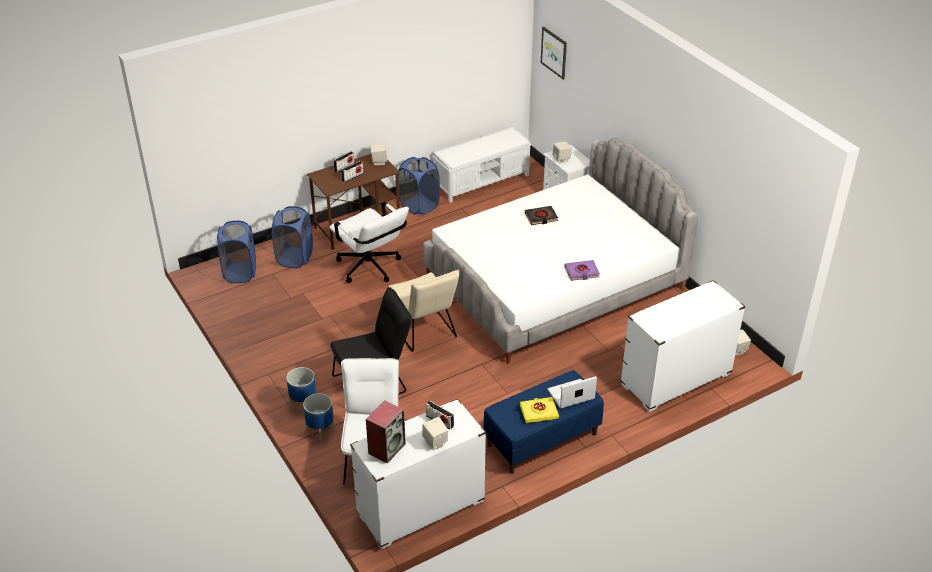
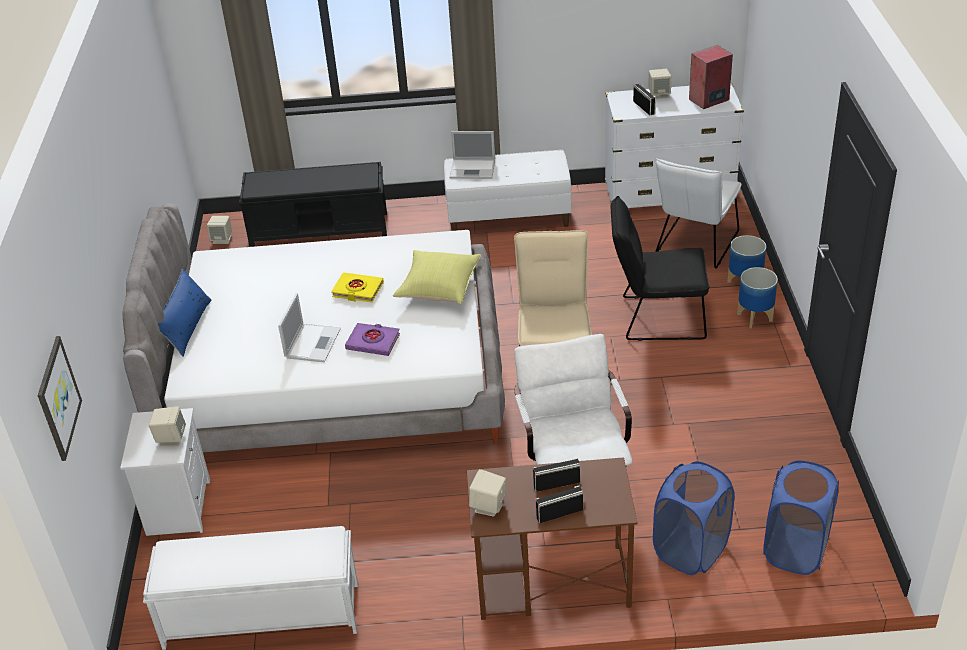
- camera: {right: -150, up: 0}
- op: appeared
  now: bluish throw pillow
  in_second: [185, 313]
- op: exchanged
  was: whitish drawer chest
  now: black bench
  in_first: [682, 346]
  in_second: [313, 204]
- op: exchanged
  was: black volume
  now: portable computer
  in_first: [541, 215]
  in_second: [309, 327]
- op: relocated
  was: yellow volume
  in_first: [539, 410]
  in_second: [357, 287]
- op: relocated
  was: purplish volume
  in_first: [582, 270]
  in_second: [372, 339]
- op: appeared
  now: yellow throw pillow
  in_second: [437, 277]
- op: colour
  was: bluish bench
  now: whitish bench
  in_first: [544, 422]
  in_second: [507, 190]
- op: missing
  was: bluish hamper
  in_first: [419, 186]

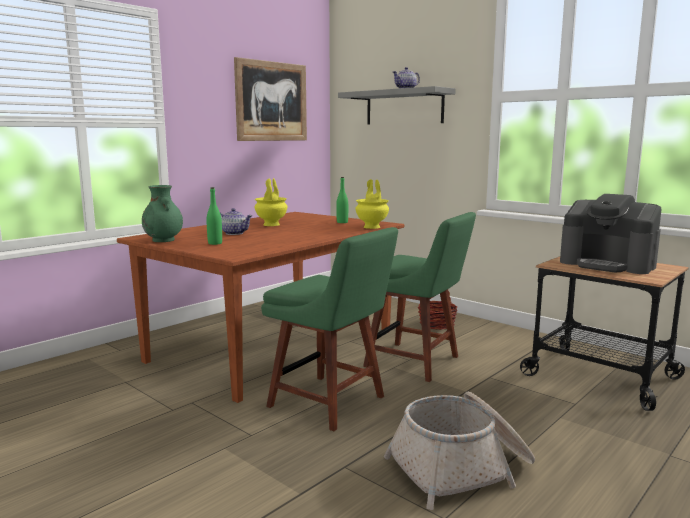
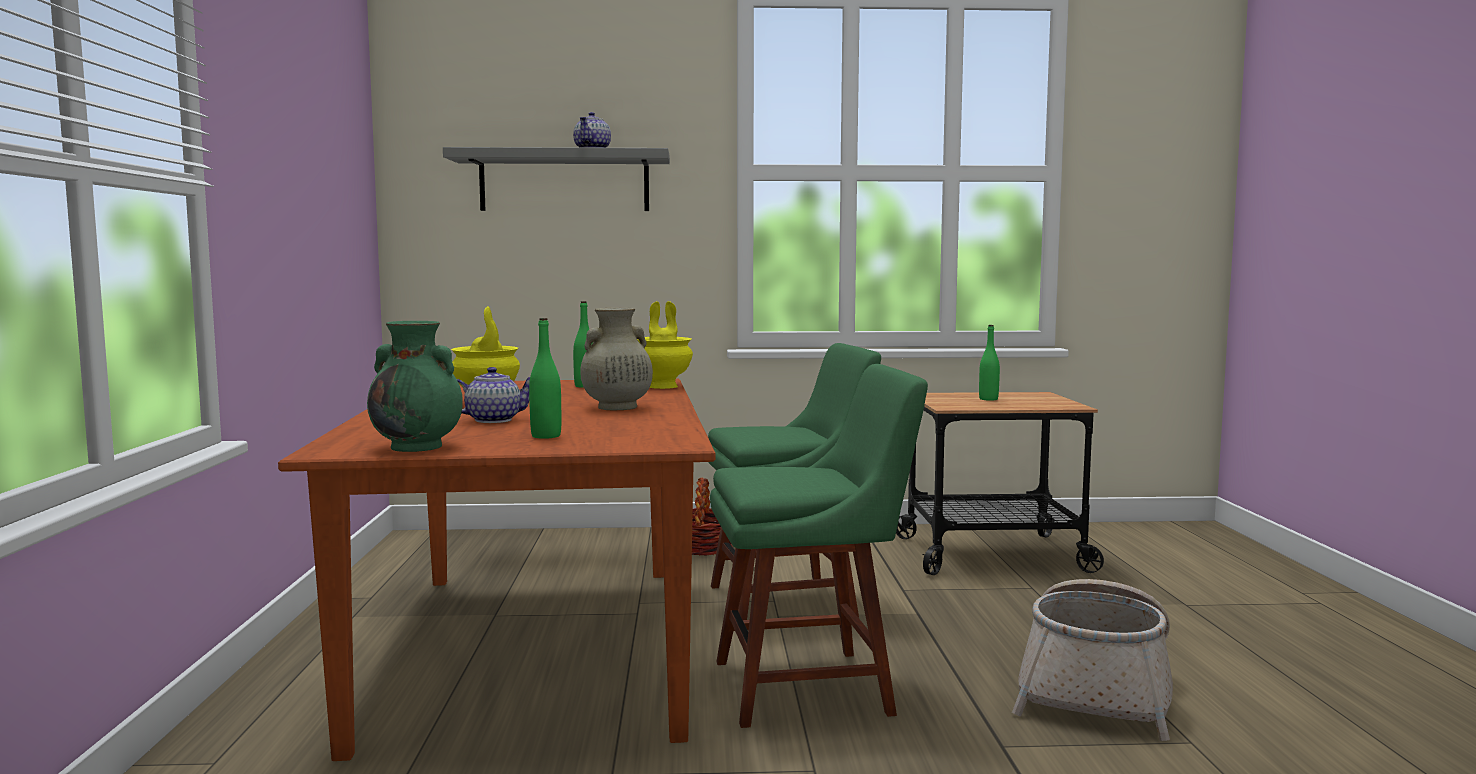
- camera: {right: -45, up: -5}
- op: appeared
  now: beige-coloured decorative vase
  in_second: [616, 359]
- op: exchanged
  was: coffee maker
  now: green bottle
  in_first: [611, 234]
  in_second: [989, 363]
- op: missing
  was: picture
  in_first: [270, 99]

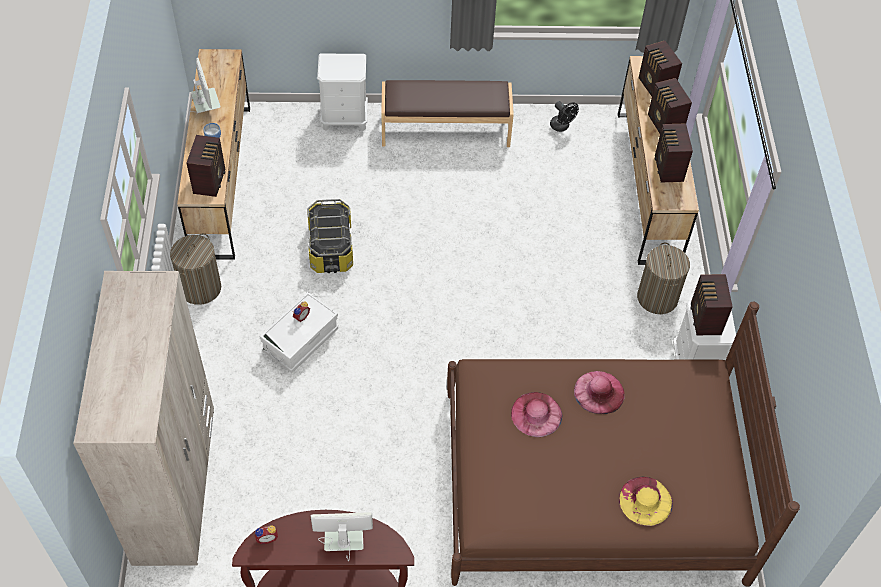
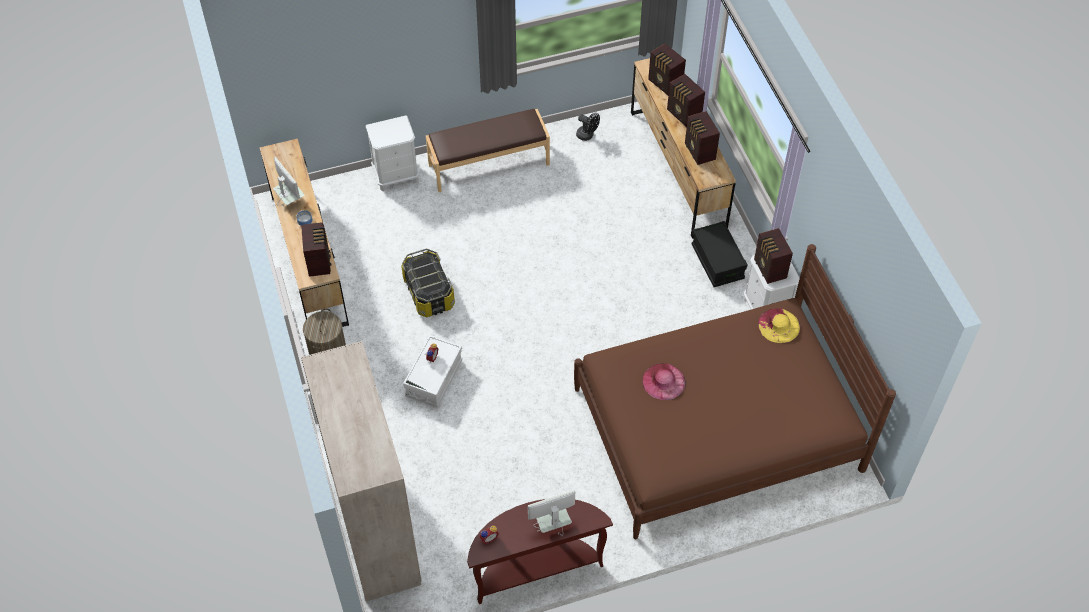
- camera: {right: -15, up: 0}
- op: exchanged
  was: hamper
  now: black storage container
  in_first: [663, 278]
  in_second: [720, 254]
- op: relocated
  was: yellow clothing hat
  in_first: [646, 501]
  in_second: [779, 325]
- op: missing
  was: pinkish clothing hat
  in_first: [599, 392]

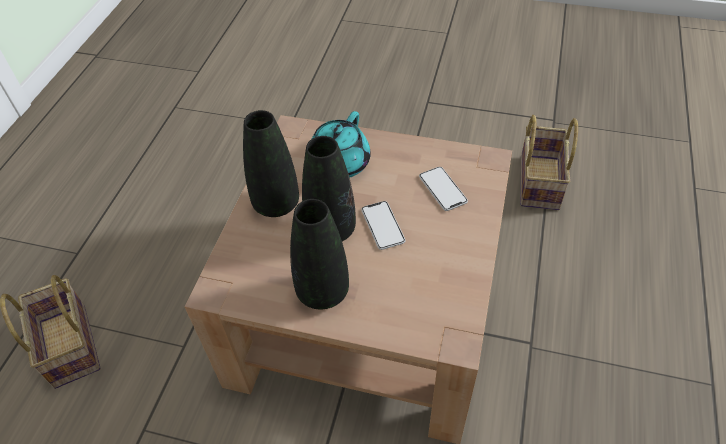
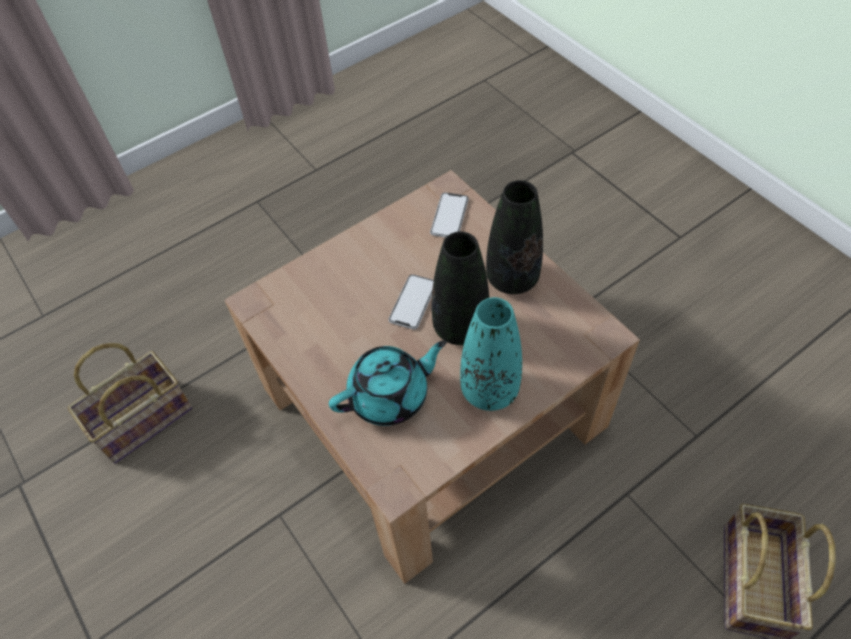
- camera: {right: -140, up: 5}
- op: relocated
  was: telephone
  in_first: [443, 189]
  in_second: [449, 215]
- op: colour
  was: black decorative vase
  now: turquoise decorative vase
  in_first: [271, 163]
  in_second: [491, 354]

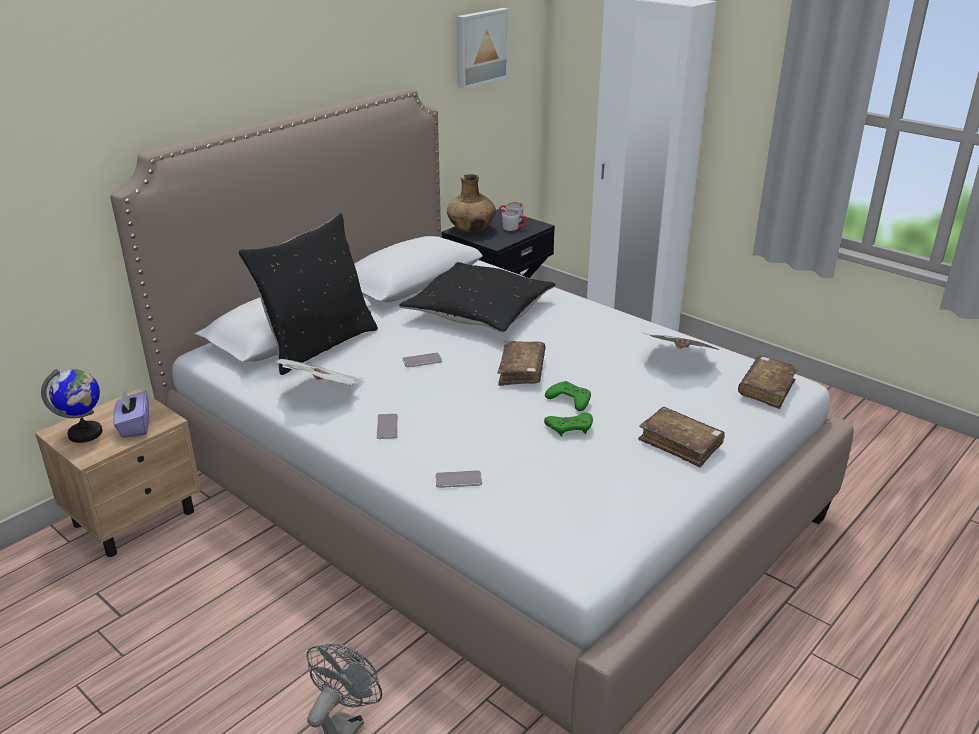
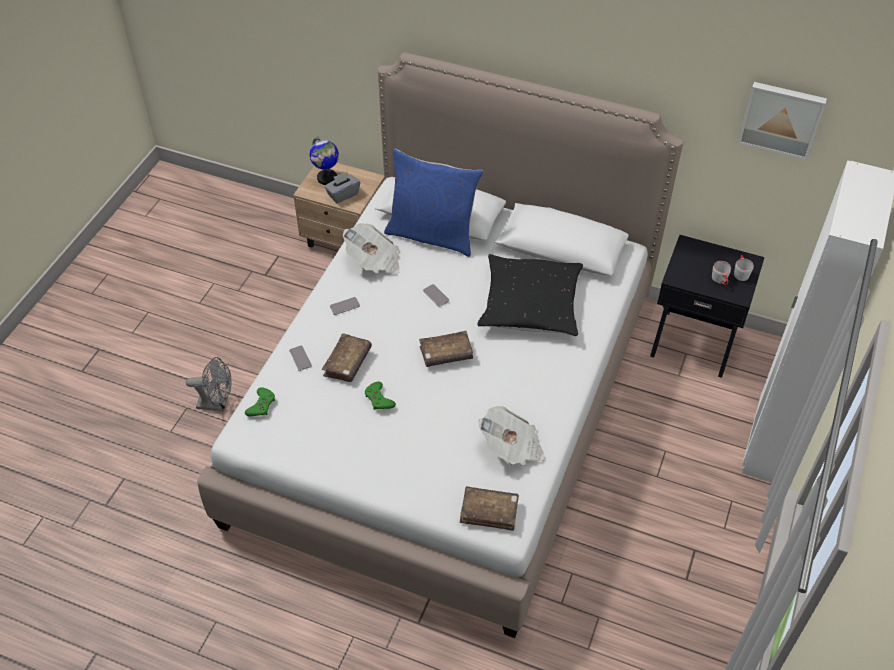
- camera: {right: 70, up: 20}
- op: relocated
  was: green game controller
  in_first: [568, 396]
  in_second: [260, 401]
- op: relocated
  was: brown volume
  in_first: [681, 437]
  in_second: [347, 357]
- op: colour
  was: purplish tissue box
  now: greyish tissue box
  in_first: [131, 414]
  in_second: [342, 187]
- op: colour
  was: black throw pillow
  now: bluish throw pillow
  in_first: [308, 294]
  in_second: [433, 202]
- op: missing
  was: brown decorative vase
  in_first: [471, 203]

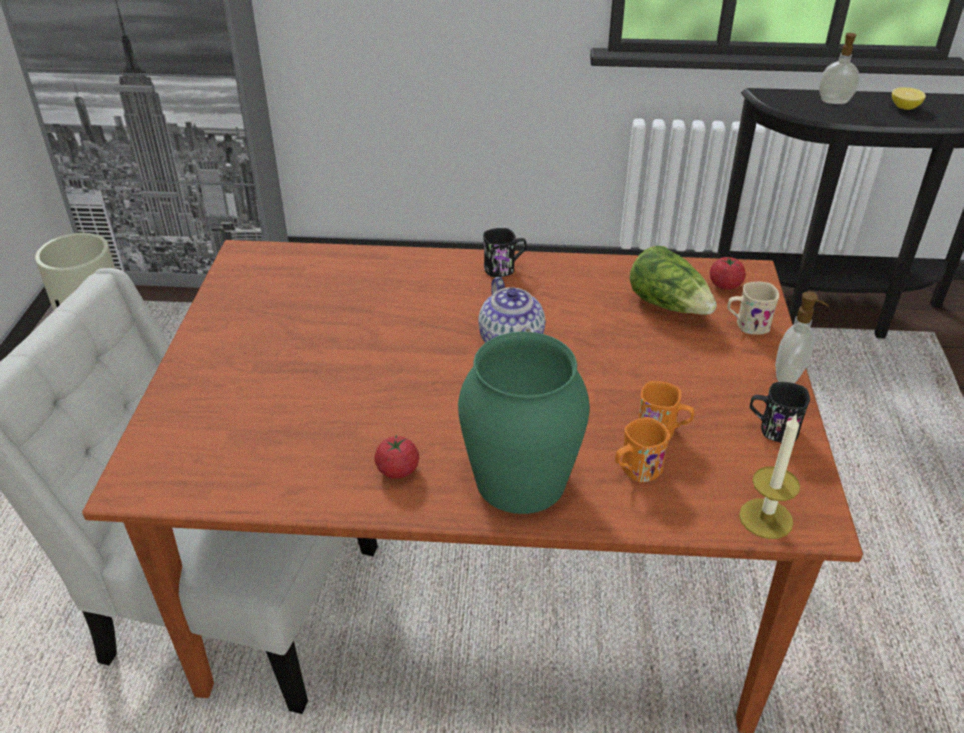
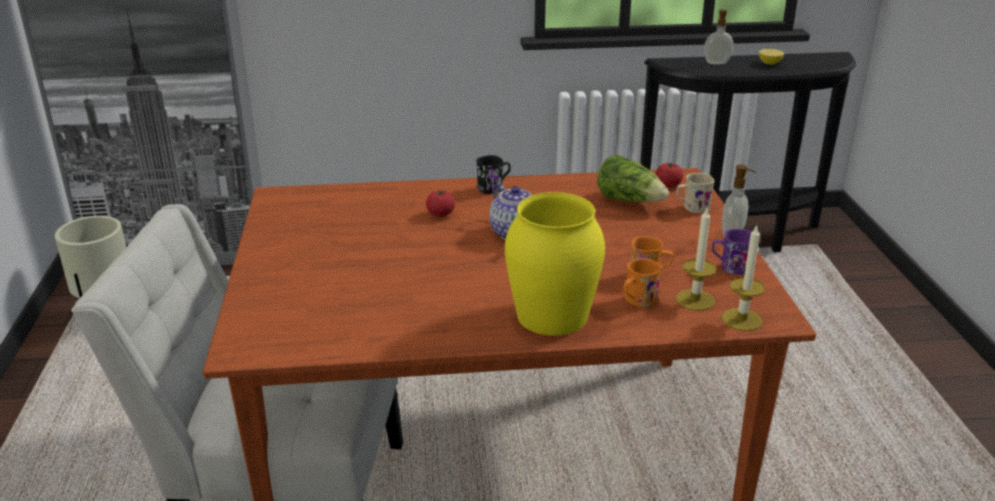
- camera: {right: -10, up: -10}
- op: relocated
  was: whole tomato
  in_first: [397, 456]
  in_second: [440, 203]
- op: colour
  was: green decorative vase
  now: yellow decorative vase
  in_first: [524, 423]
  in_second: [555, 264]
- op: appeared
  now: wax light
  in_second: [696, 260]
- op: colour
  was: black tea mug
  now: purplish tea mug
  in_first: [780, 412]
  in_second: [731, 252]

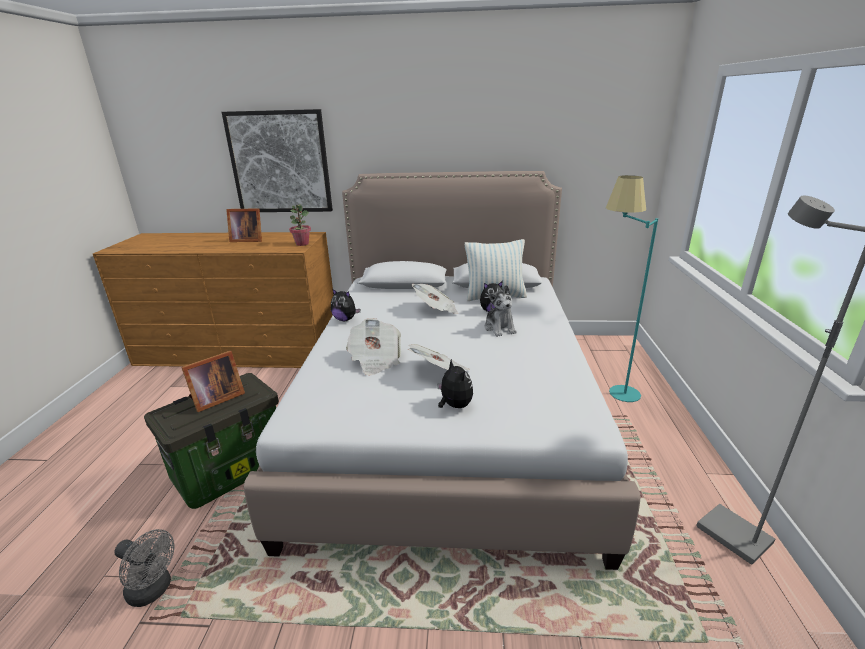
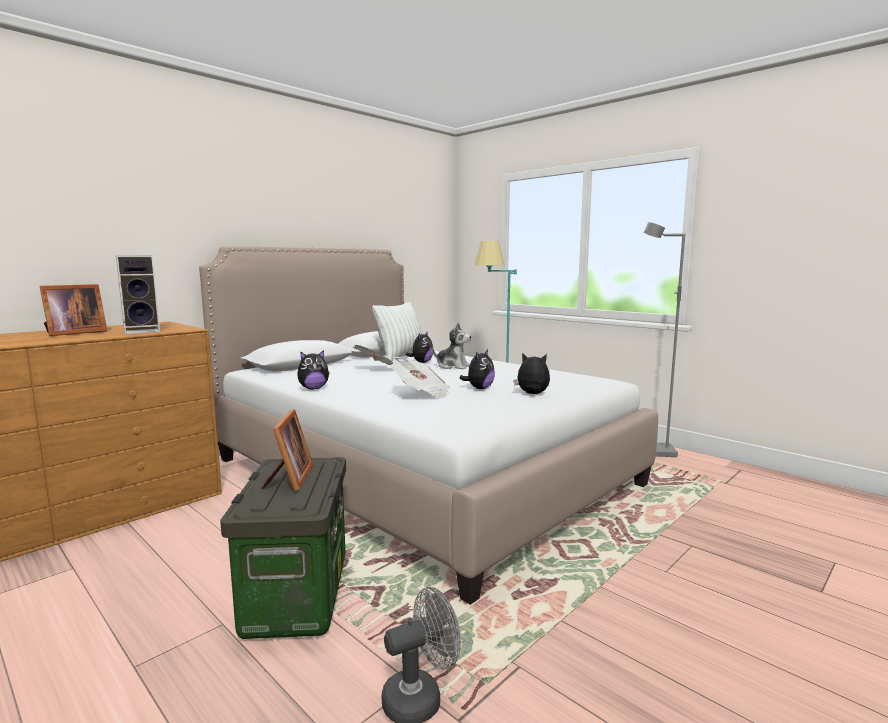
- camera: {right: -50, up: -15}
- op: appeared
  now: loudspeaker
  in_second: [138, 294]
- op: exchanged
  was: newspaper
  now: plush toy
  in_first: [439, 357]
  in_second: [477, 369]
- op: missing
  was: picture
  in_first: [277, 160]
- op: missing
  was: potted plant
  in_first: [300, 225]

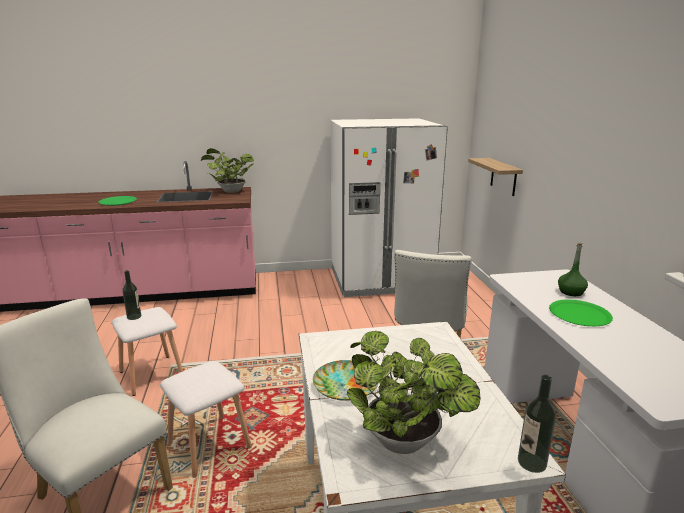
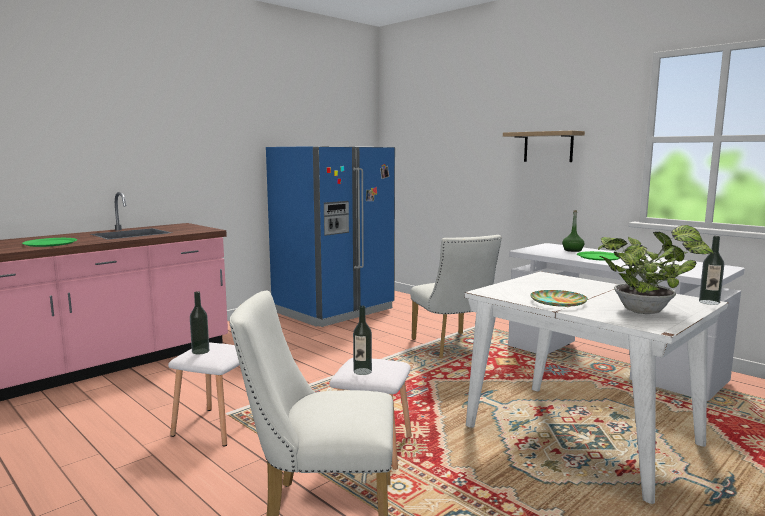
- camera: {right: -35, up: -10}
- op: colour
  was: whitish kitchen fridge
  now: bluish kitchen fridge
  in_first: [389, 207]
  in_second: [330, 236]
- op: appeared
  now: bottle
  in_second: [362, 340]
- op: relocated
  was: shelf
  in_first: [495, 177]
  in_second: [544, 146]
- op: missing
  was: potted plant
  in_first: [227, 170]

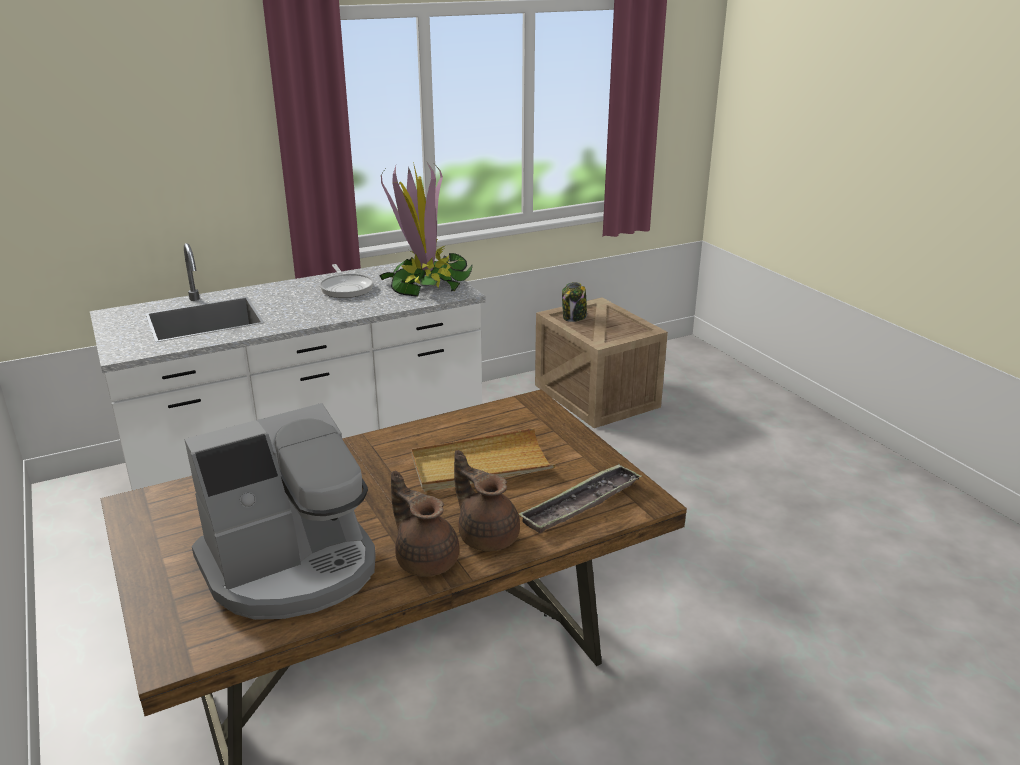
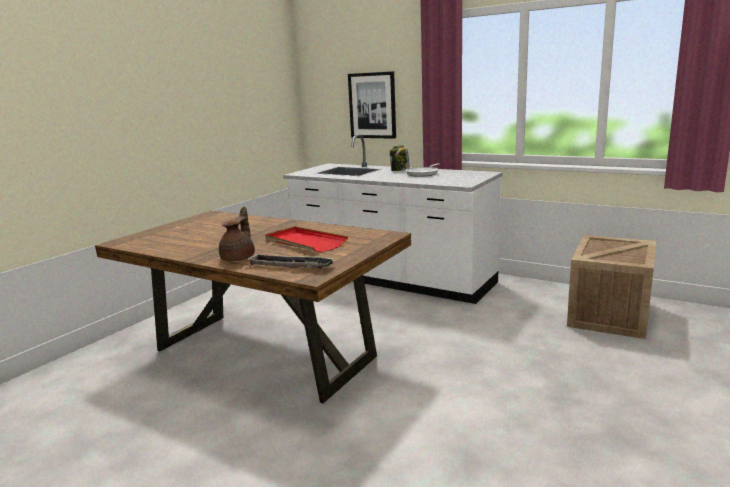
- camera: {right: 60, up: -10}
- op: colour
  was: beige-coloured tray
  now: red-coloured tray
  in_first: [483, 460]
  in_second: [306, 239]
- op: appeared
  now: picture
  in_second: [372, 105]
- op: relocated
  was: preserve jar
  in_first: [574, 302]
  in_second: [400, 158]
- op: missing
  was: coffee maker
  in_first: [280, 511]
- op: missing
  was: potted plant
  in_first: [426, 229]
- op: missing
  was: brown tea pot
  in_first: [425, 523]

